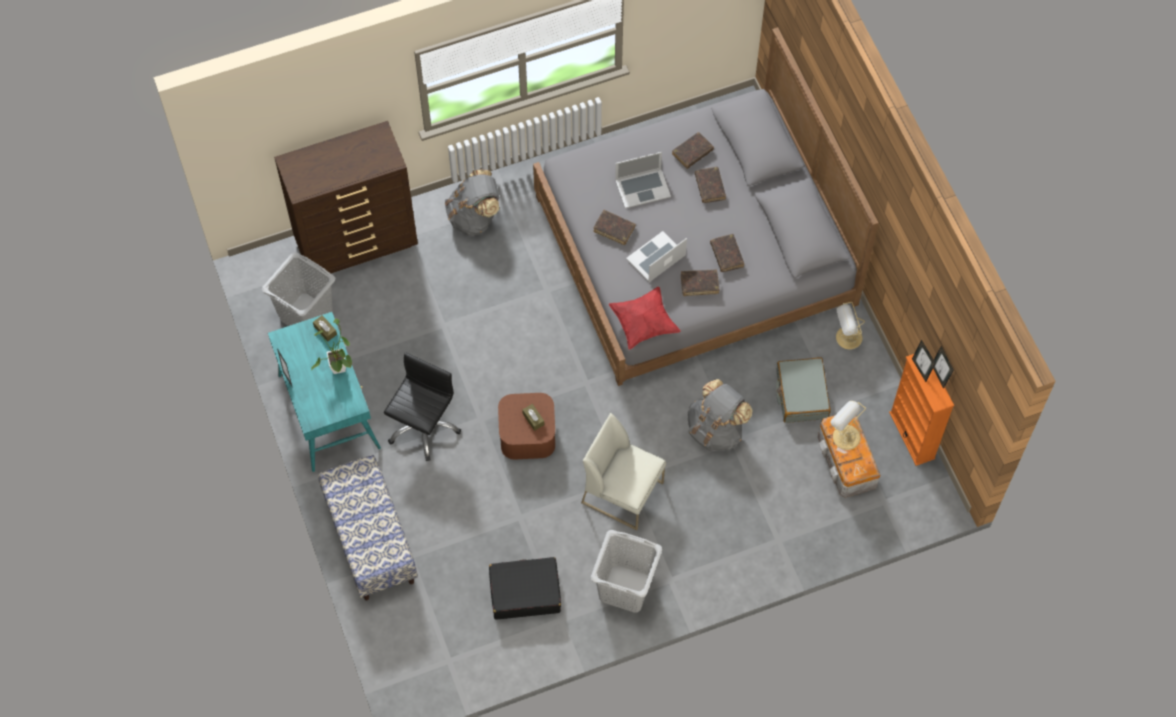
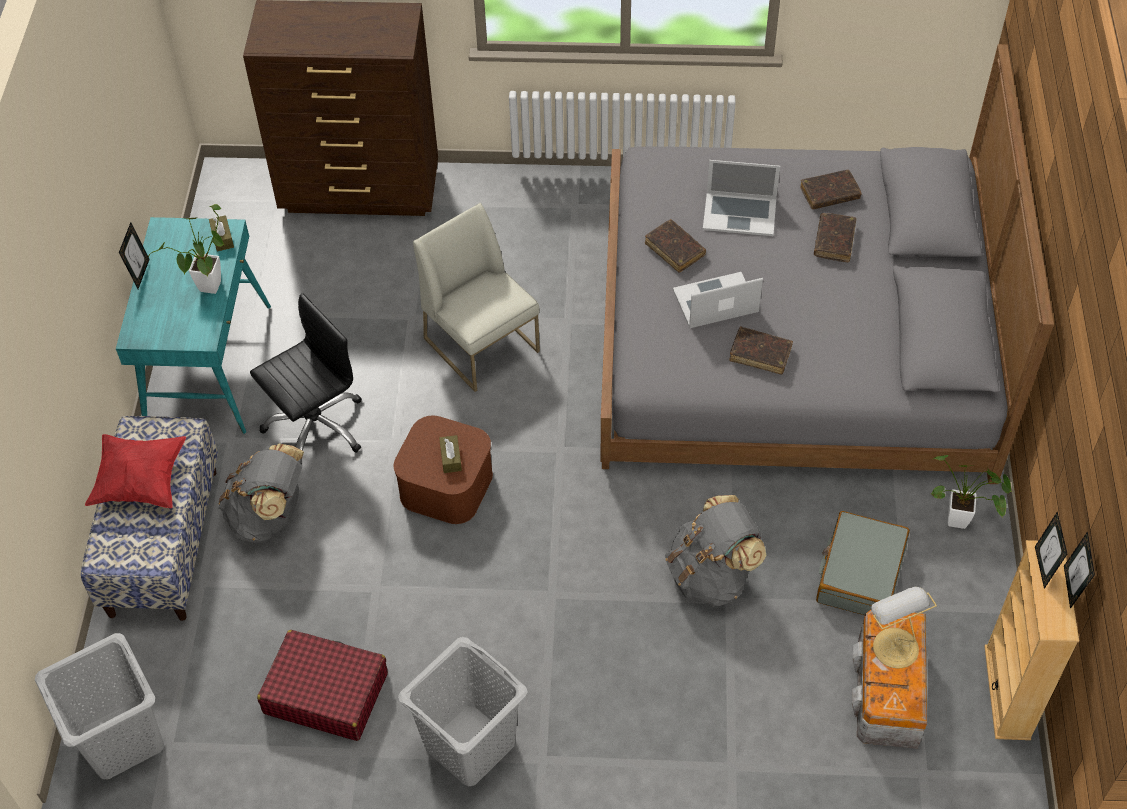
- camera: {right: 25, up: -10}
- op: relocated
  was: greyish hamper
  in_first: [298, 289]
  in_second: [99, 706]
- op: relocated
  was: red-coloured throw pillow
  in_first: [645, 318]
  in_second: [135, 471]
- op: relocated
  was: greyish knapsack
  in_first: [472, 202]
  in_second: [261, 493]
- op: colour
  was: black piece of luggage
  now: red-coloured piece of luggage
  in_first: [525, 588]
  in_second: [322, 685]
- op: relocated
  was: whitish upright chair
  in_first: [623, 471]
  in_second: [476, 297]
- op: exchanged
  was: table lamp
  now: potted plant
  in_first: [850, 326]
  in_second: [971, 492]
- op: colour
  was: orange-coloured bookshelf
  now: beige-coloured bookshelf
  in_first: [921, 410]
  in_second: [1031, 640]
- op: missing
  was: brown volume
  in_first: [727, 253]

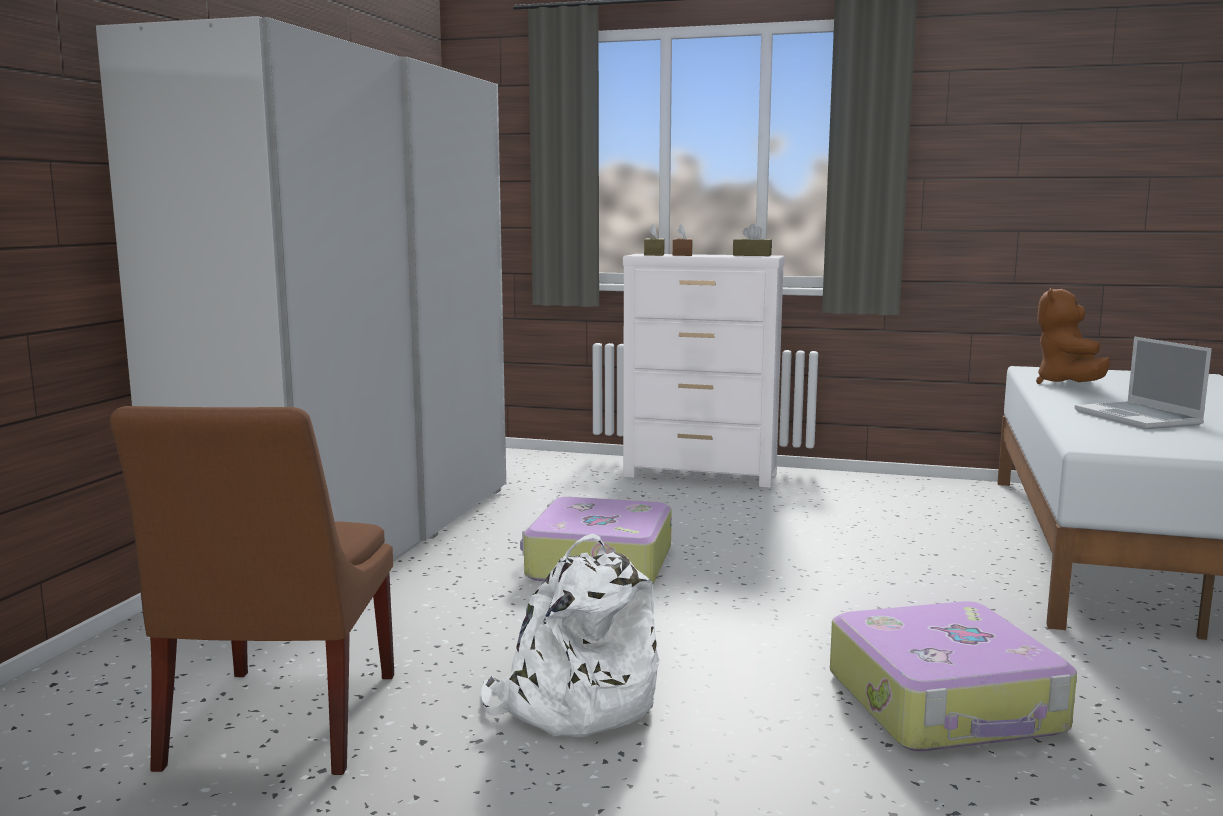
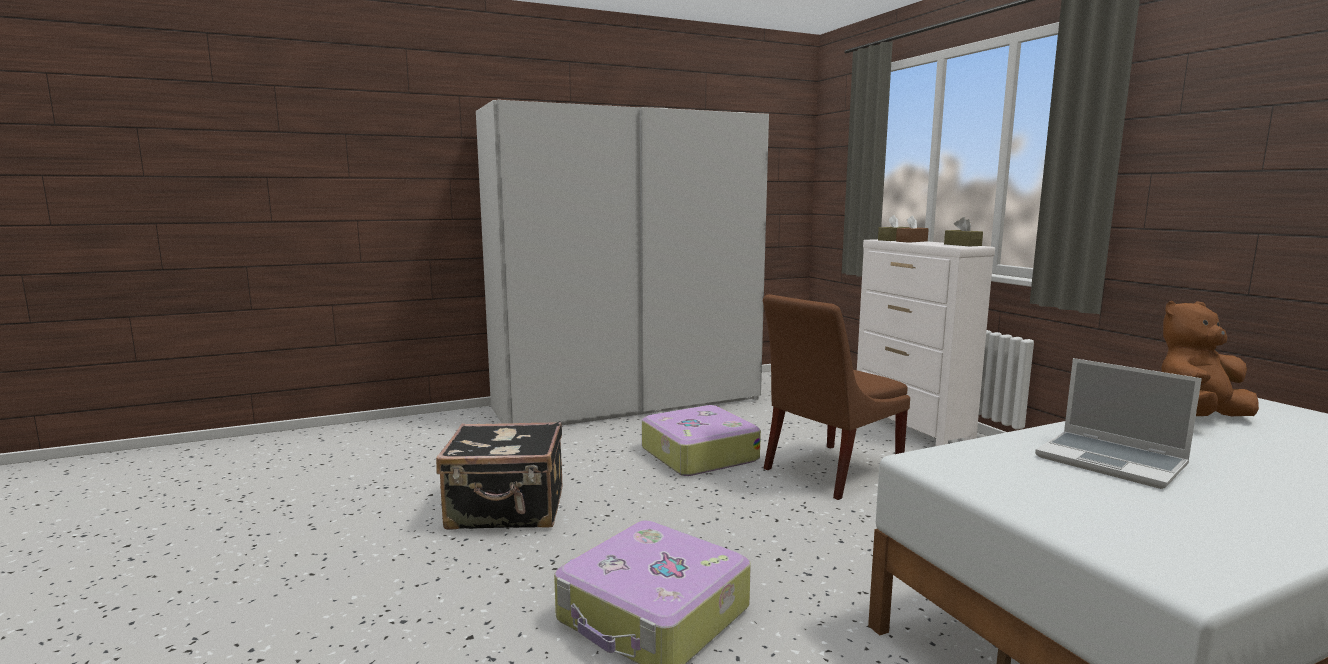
- camera: {right: 50, up: 0}
- op: exchanged
  was: whitish knapsack
  now: black piece of luggage
  in_first: [570, 635]
  in_second: [499, 475]
- op: relocated
  was: brown upright chair
  in_first: [252, 590]
  in_second: [836, 397]
- op: spun
  was: portable computer
  in_first: [1143, 383]
  in_second: [1118, 423]
  clockwise: -75

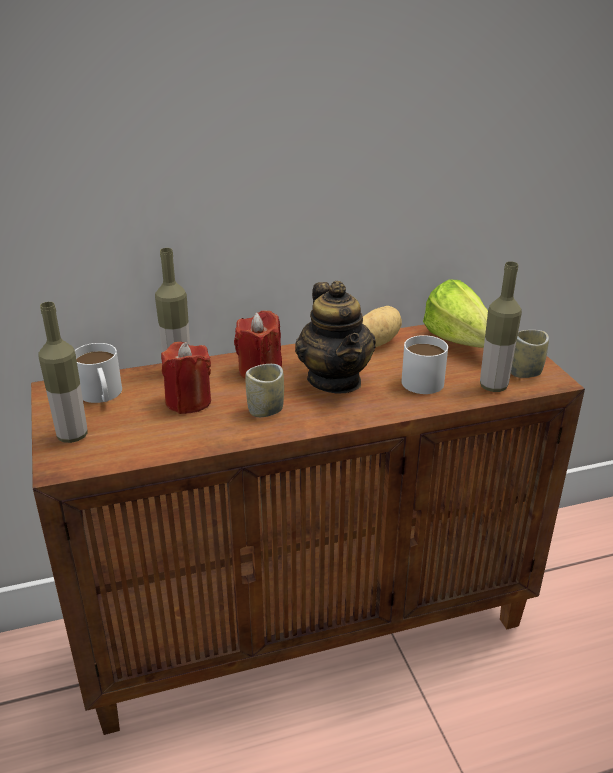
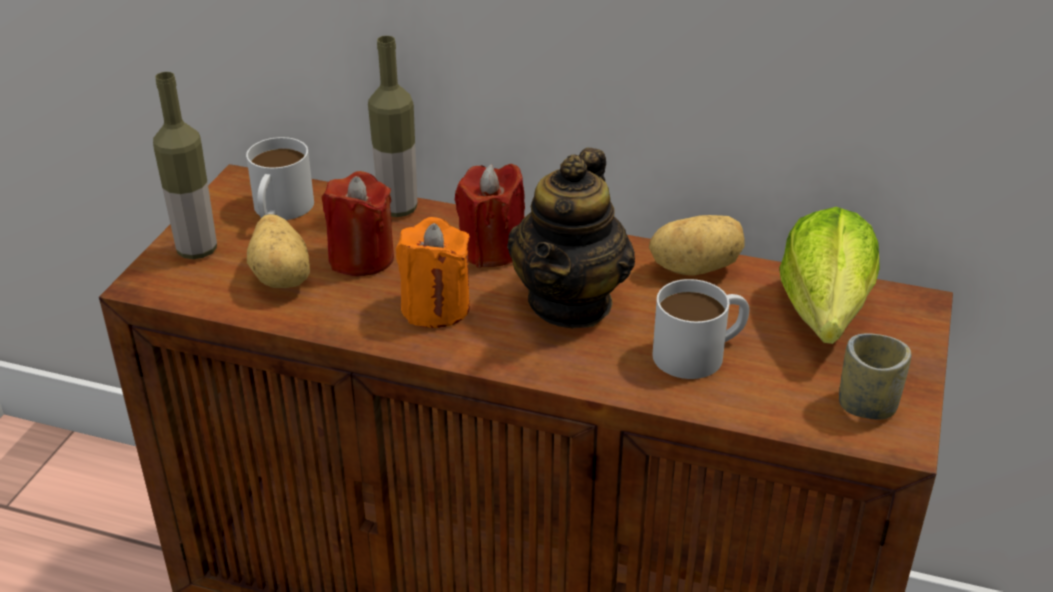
- camera: {right: 35, up: 5}
- op: appeared
  now: potato
  in_second: [278, 251]
- op: exchanged
  was: drinking cup
  now: orange-coloured wax light
  in_first: [264, 390]
  in_second: [433, 272]
- op: missing
  was: bottle
  in_first: [501, 326]

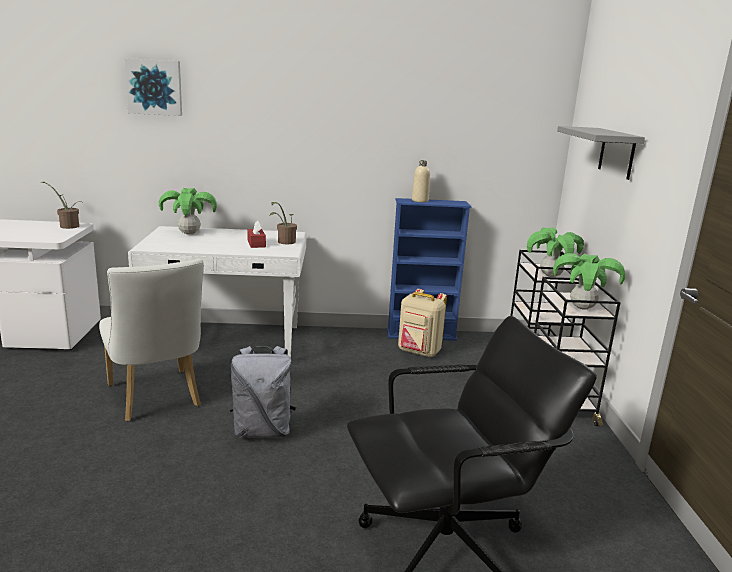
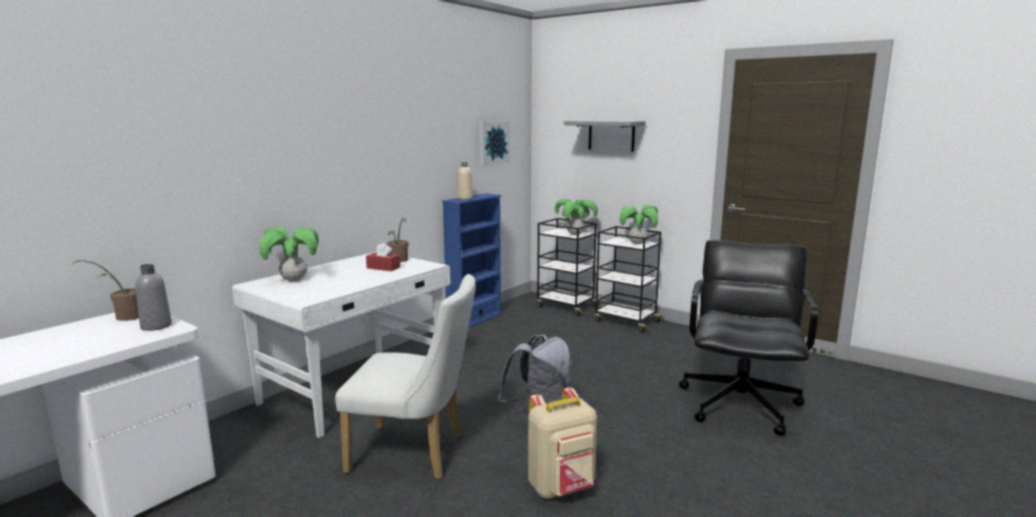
- camera: {right: -50, up: -5}
- op: appeared
  now: greyish bottle
  in_second: [153, 297]
- op: relocated
  was: picture
  in_first: [153, 87]
  in_second: [494, 143]
- op: relocated
  was: beige-coloured knapsack
  in_first: [422, 323]
  in_second: [562, 443]

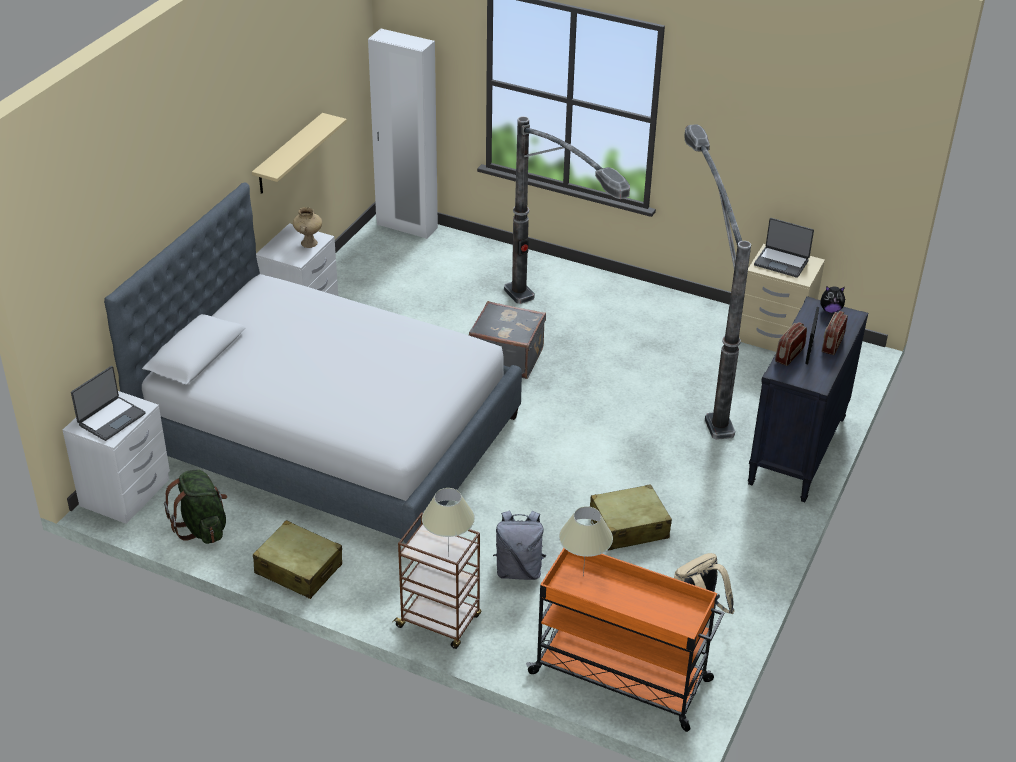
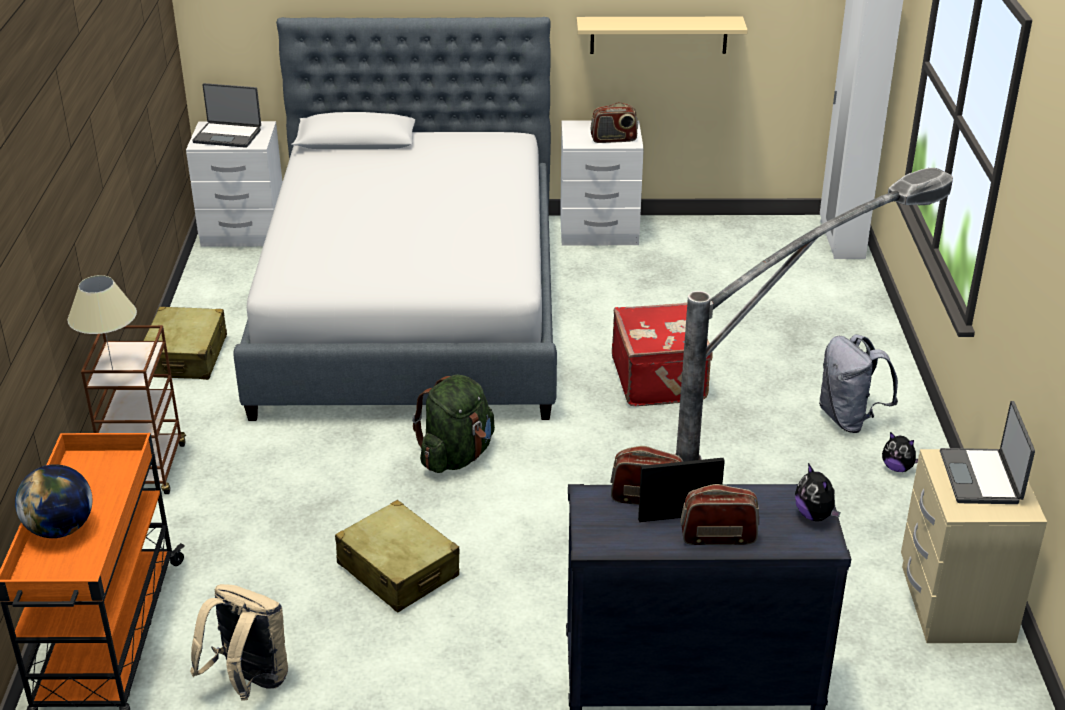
- camera: {right: 65, up: -5}
- op: appeared
  now: world globe
  in_second: [53, 501]
- op: relocated
  was: green knapsack
  in_first: [195, 507]
  in_second: [453, 424]
- op: exchanged
  was: beige-coloured decorative vase
  now: radio
  in_first: [307, 227]
  in_second: [614, 122]
- op: colour
  was: greyish piece of luggage
  now: red-coloured piece of luggage
  in_first: [507, 340]
  in_second: [662, 354]
- op: relocated
  was: greyish knapsack
  in_first: [519, 545]
  in_second: [858, 383]
- op: appeared
  now: plush toy
  in_second: [900, 452]
- op: missing
  was: floor lamp
  in_first: [567, 210]
- op: missing
  was: beige-coloured table lamp
  in_first: [586, 541]

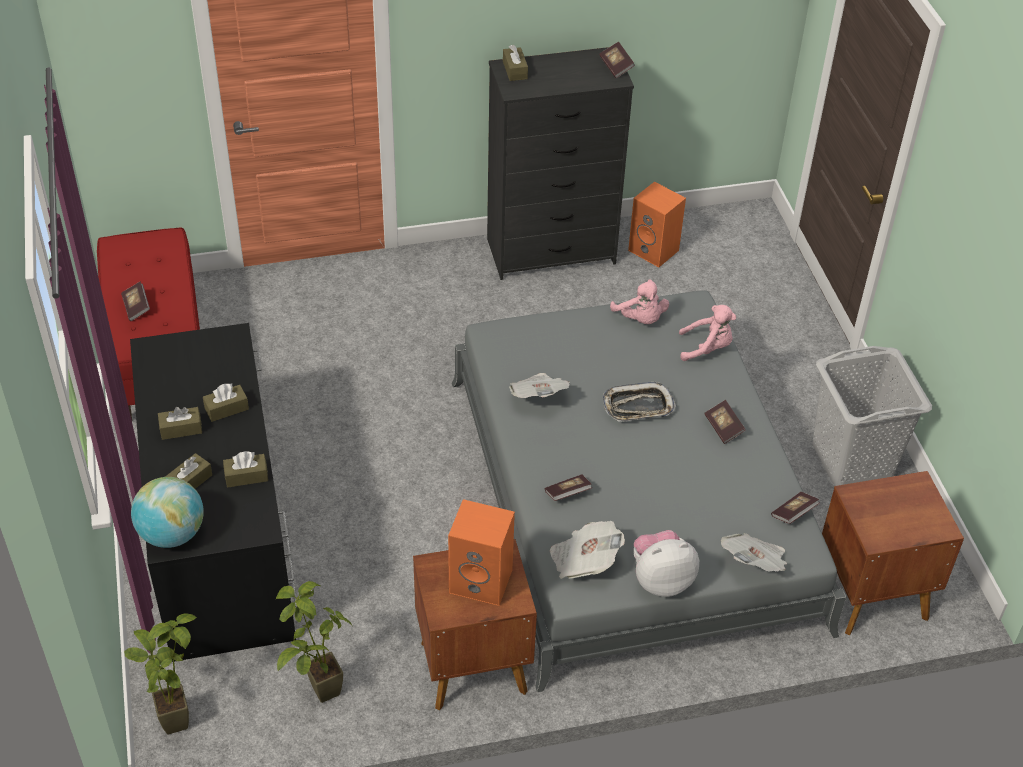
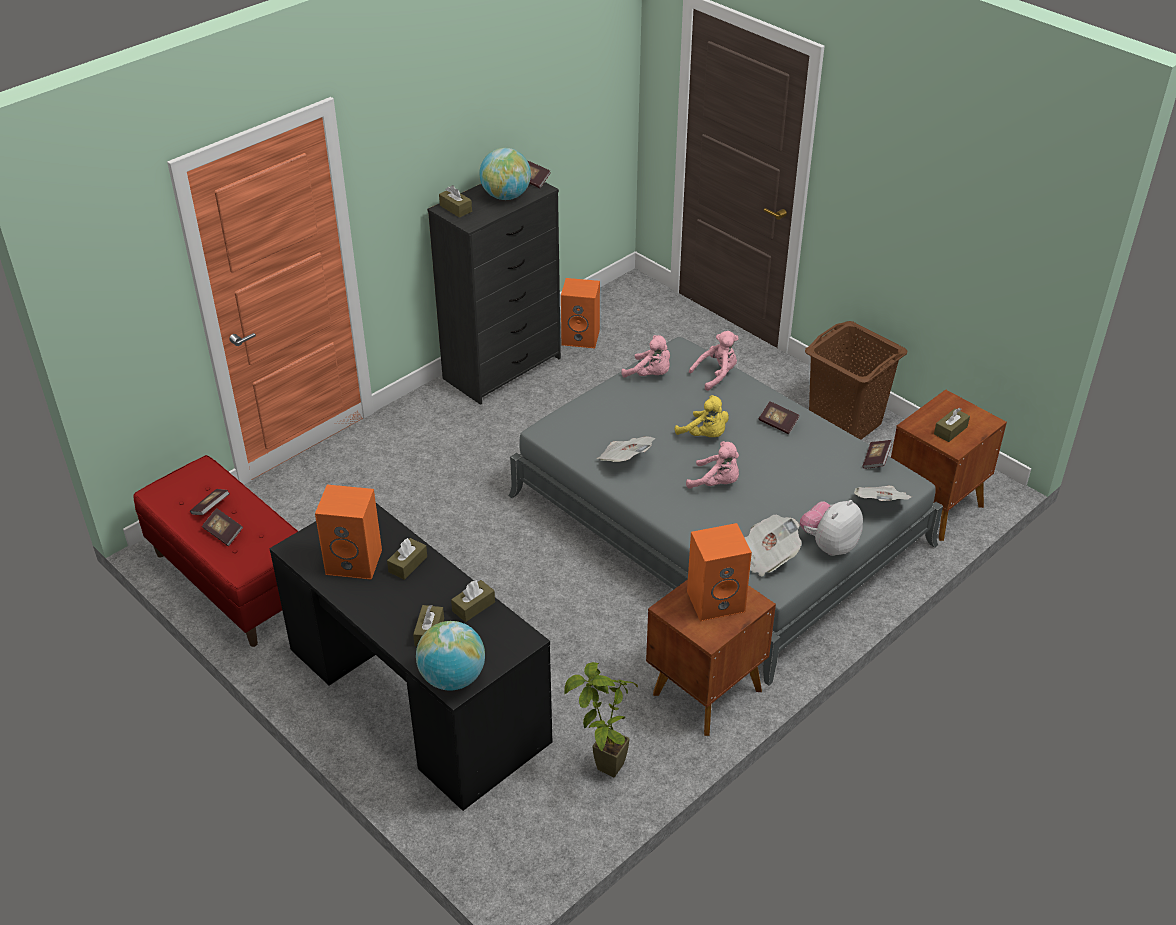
- camera: {right: -30, up: -5}
- op: relocated
  was: volume
  in_first: [568, 487]
  in_second: [210, 502]
- op: appeared
  now: orange-coloured loudspeaker
  in_second: [348, 532]
- op: appeared
  now: world globe
  in_second: [505, 174]
- op: exchanged
  was: tray
  now: yellow plush toy
  in_first: [639, 402]
  in_second: [702, 416]
- op: appeared
  now: pinkish plush toy
  in_second: [712, 465]
- op: colour
  was: greyish hamper
  now: brown hamper
  in_first: [872, 416]
  in_second: [856, 380]
- op: relocated
  was: brown tissue box
  in_first: [180, 423]
  in_second: [952, 425]
- op: missing
  was: potted plant
  in_first: [160, 673]

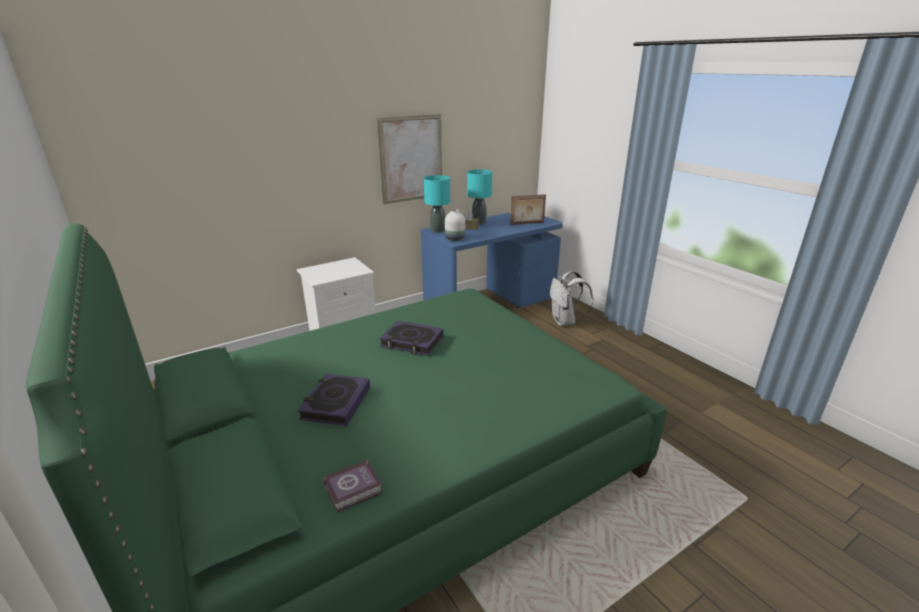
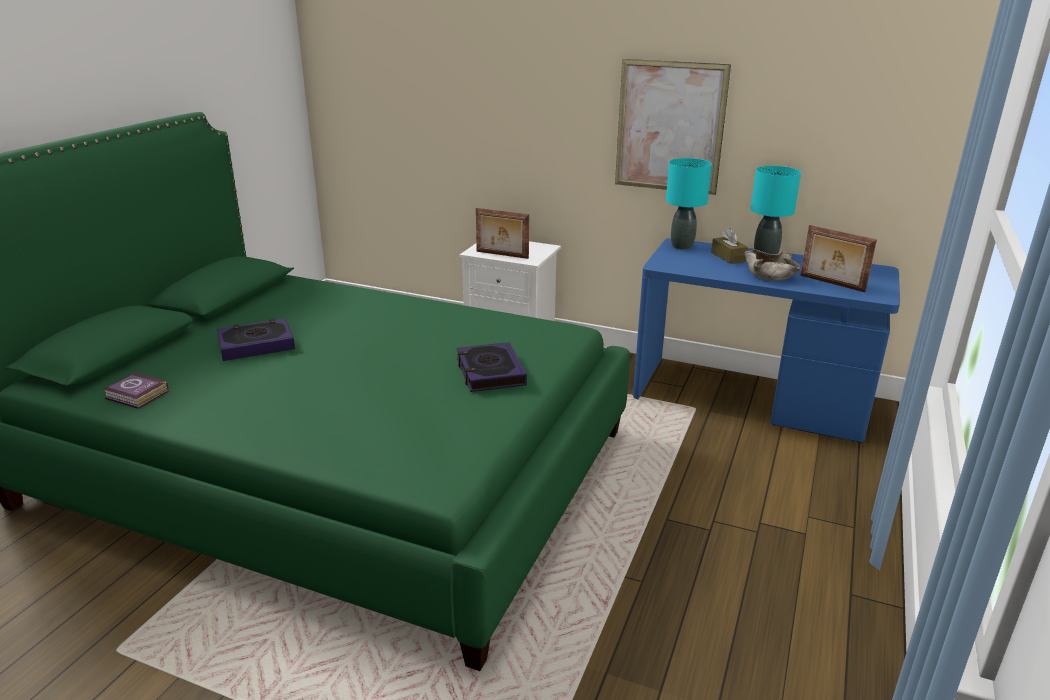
- camera: {right: 55, up: 0}
- op: relocated
  was: volume
  in_first: [411, 338]
  in_second: [492, 367]
- op: appeared
  now: photo frame
  in_second: [502, 233]
- op: appeared
  now: beige-coloured serving bowl
  in_second: [772, 265]
- op: missing
  was: whitish decorative vase
  in_first: [455, 225]
- op: missing
  was: whitish knapsack
  in_first: [571, 298]

